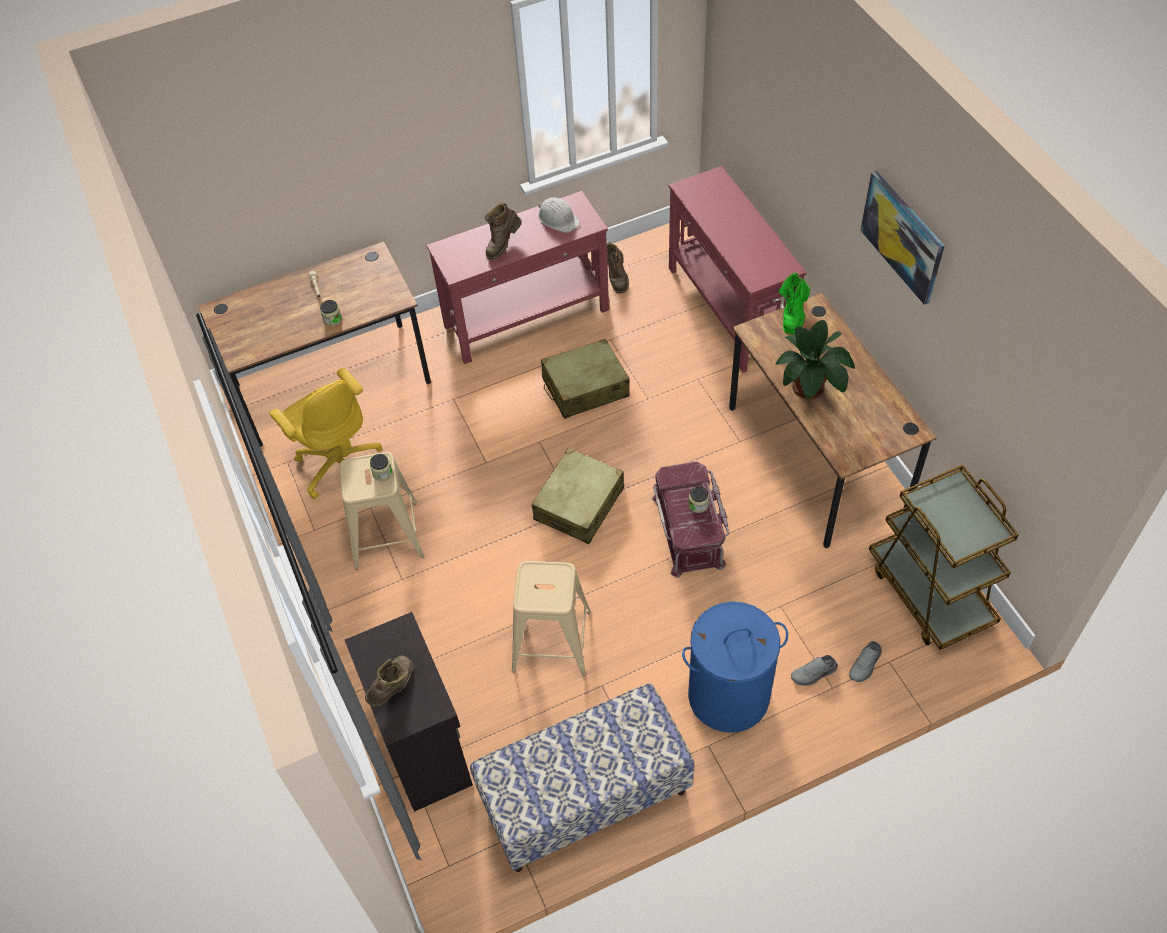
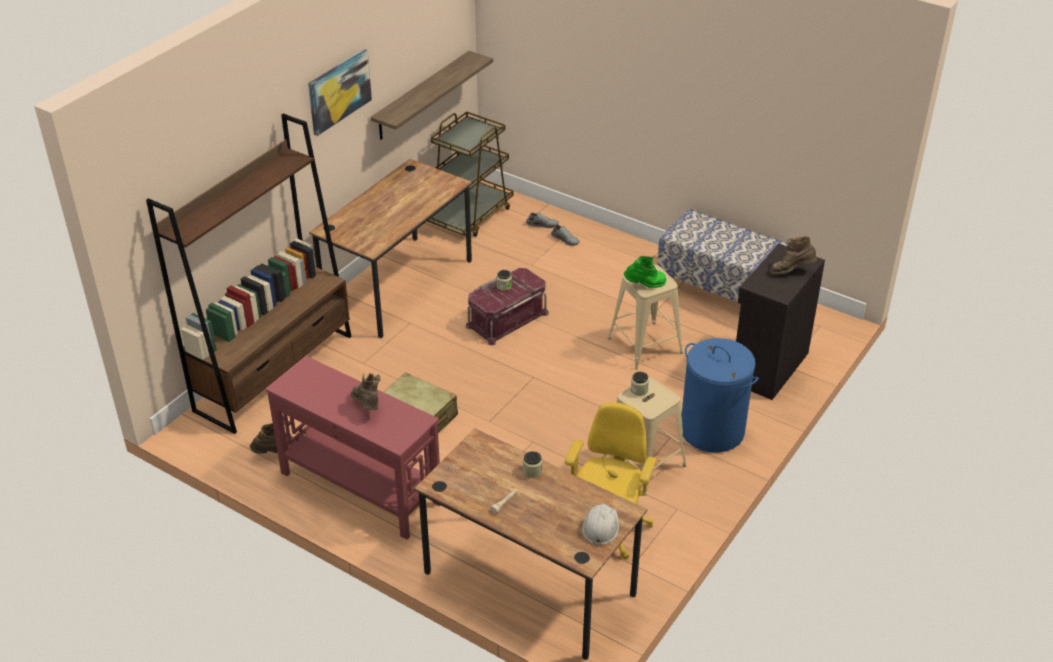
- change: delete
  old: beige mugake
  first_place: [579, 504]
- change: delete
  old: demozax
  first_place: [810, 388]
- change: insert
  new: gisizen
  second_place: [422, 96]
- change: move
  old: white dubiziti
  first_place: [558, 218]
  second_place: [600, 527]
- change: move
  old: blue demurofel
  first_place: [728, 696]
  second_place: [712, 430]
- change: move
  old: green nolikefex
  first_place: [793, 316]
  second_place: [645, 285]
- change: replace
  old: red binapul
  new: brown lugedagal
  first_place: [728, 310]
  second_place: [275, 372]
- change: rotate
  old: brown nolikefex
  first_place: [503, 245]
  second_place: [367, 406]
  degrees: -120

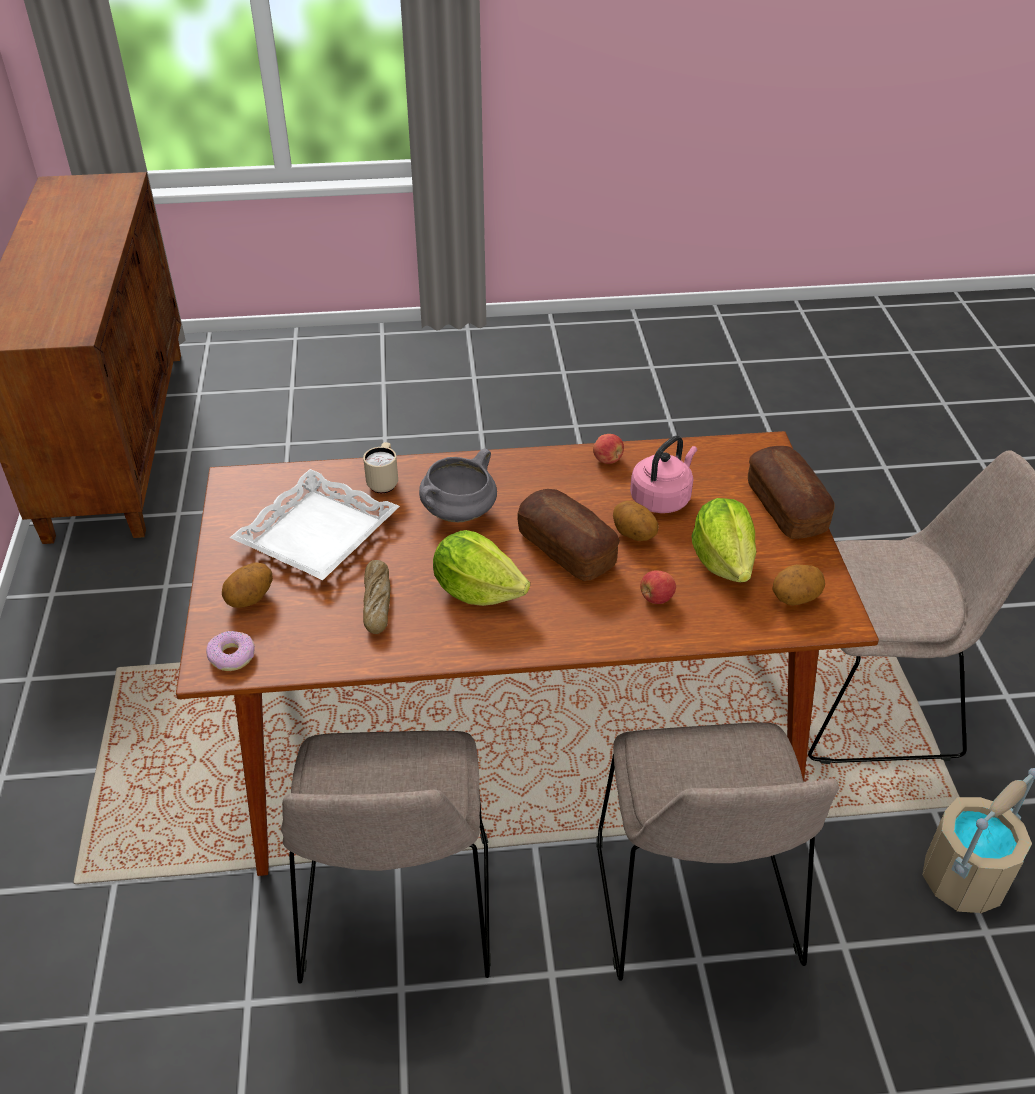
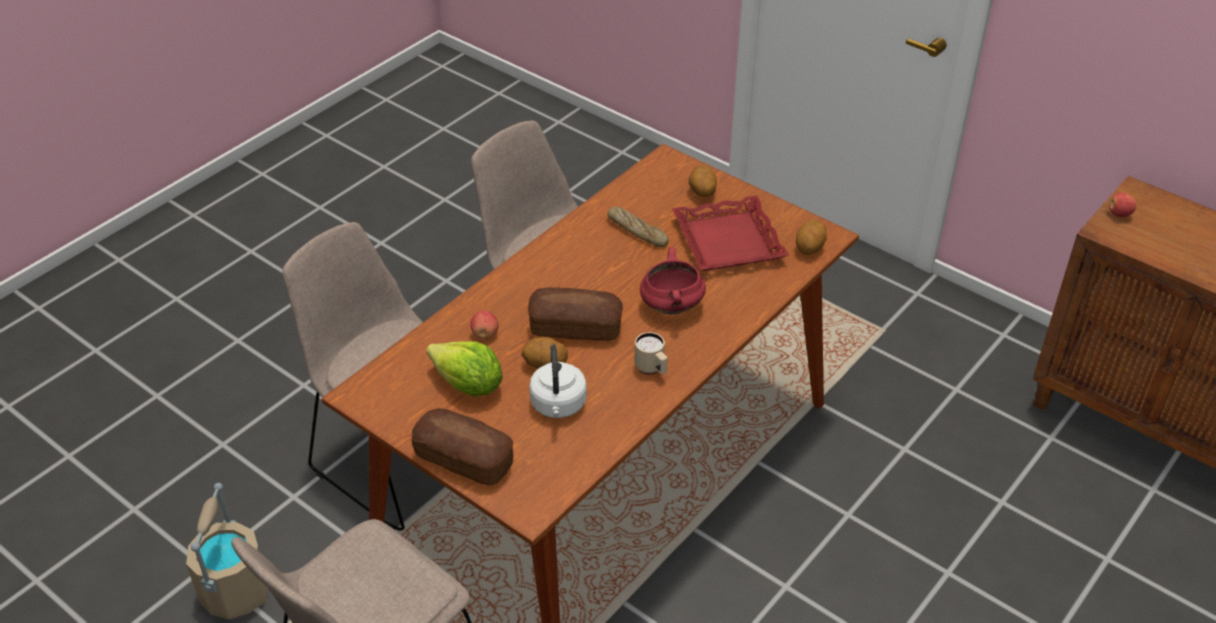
- change: delete
  old: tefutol
  first_place: [232, 656]
- change: delete
  old: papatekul
  first_place: [477, 590]
- change: move
  old: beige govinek
  first_place: [384, 482]
  second_place: [652, 369]
- change: move
  old: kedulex
  first_place: [607, 459]
  second_place: [1119, 214]
- change: move
  old: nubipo
  first_place: [795, 598]
  second_place: [810, 248]
- change: recolor
  old: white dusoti
  new: red dusoti
  first_place: [318, 534]
  second_place: [727, 241]
- change: recolor
  old: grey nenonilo
  new: red nenonilo
  first_place: [458, 514]
  second_place: [670, 305]
- change: recolor
  old: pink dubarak
  new: white dubarak
  first_place: [662, 498]
  second_place: [558, 406]

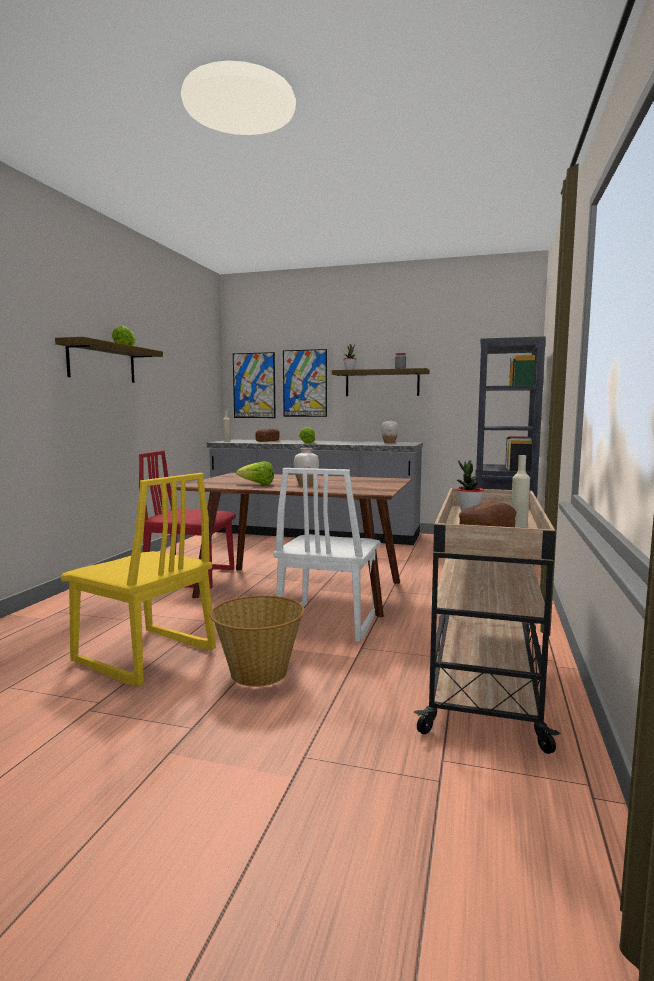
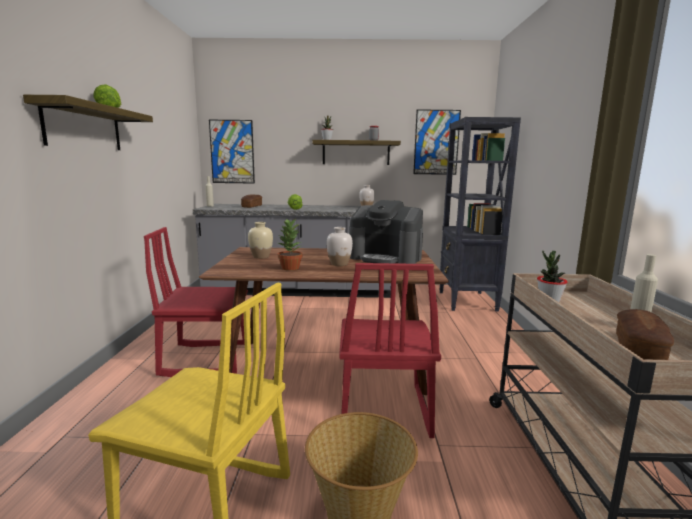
- change: insert
  new: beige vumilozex
  second_place: [261, 257]
- change: insert
  new: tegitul
  second_place: [386, 257]
- change: move
  old: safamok
  first_place: [305, 383]
  second_place: [436, 142]
- change: replace
  old: papatekul
  new: demozax
  first_place: [257, 484]
  second_place: [290, 268]
- change: recolor
  old: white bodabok
  new: red bodabok
  first_place: [327, 622]
  second_place: [382, 410]

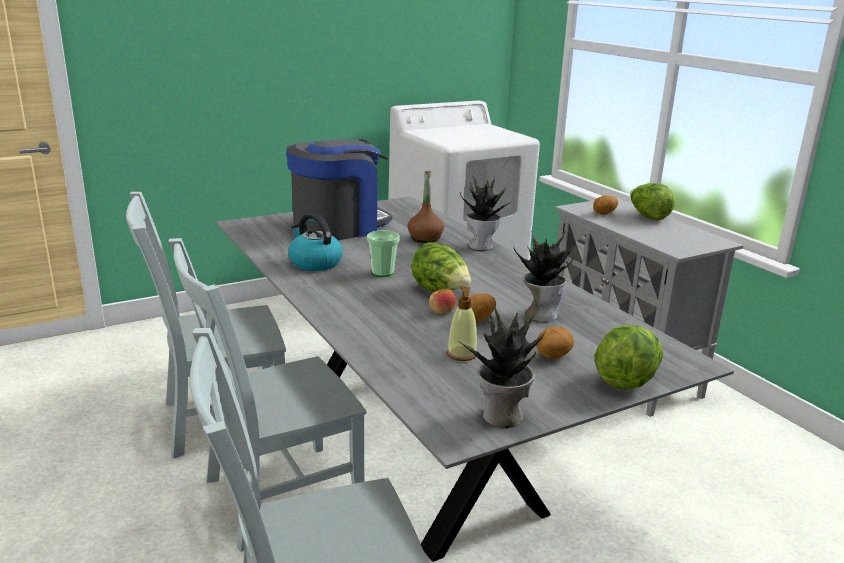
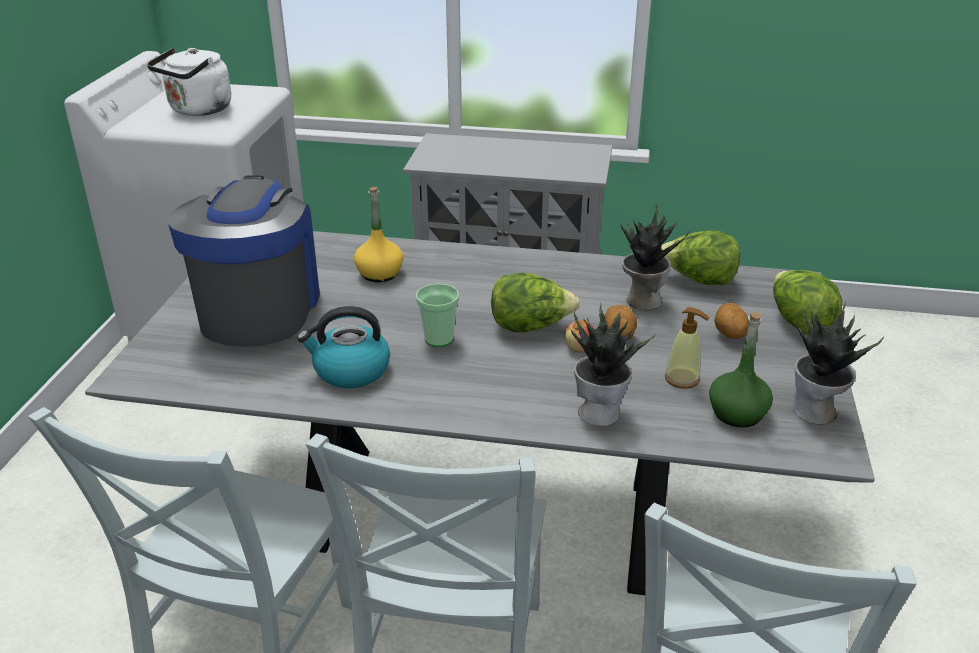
- change: delete
  old: nubipo
  first_place: [604, 214]
- change: insert
  new: white dubarak
  second_place: [198, 110]
- change: insert
  new: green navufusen
  second_place: [737, 413]
- change: move
  old: demozax
  first_place: [482, 246]
  second_place: [600, 412]
- change: move
  old: papatekul
  first_place: [647, 217]
  second_place: [698, 280]
- change: recolor
  old: brown navufusen
  new: yellow navufusen
  first_place: [425, 238]
  second_place: [379, 273]

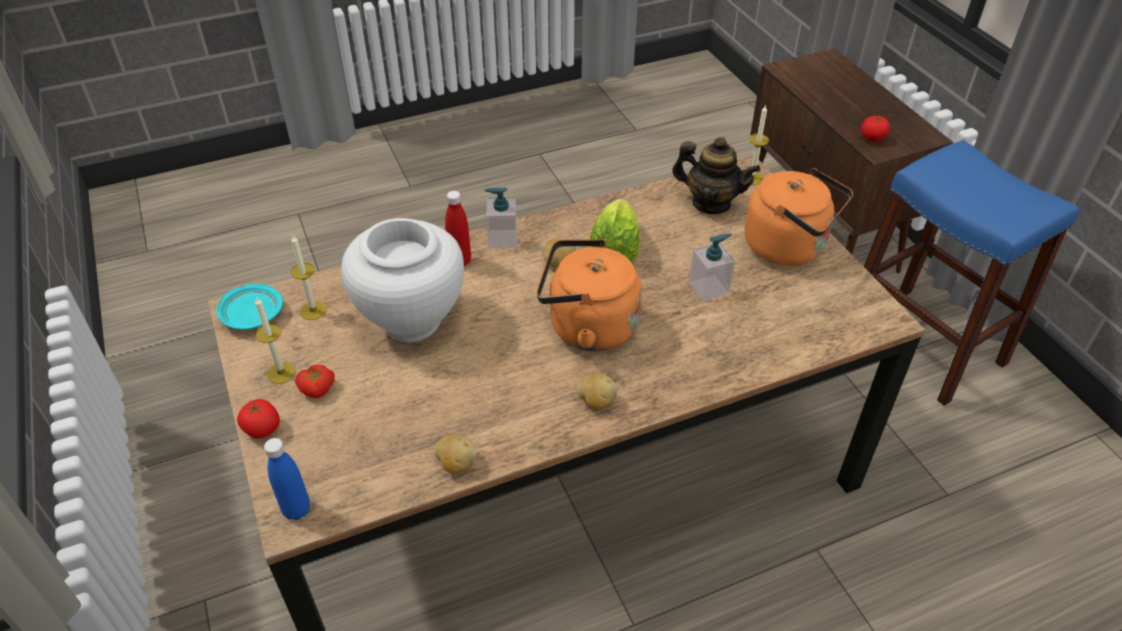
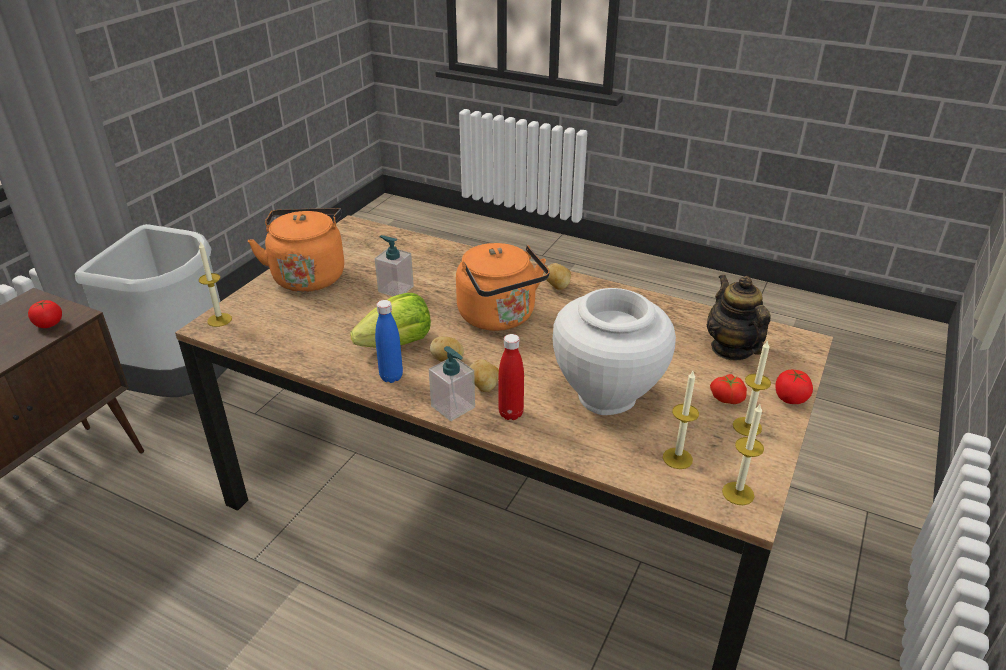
- change: move
  old: blue navufusen
  first_place: [297, 510]
  second_place: [391, 377]
- change: move
  old: nubipo
  first_place: [456, 464]
  second_place: [484, 387]
- change: move
  old: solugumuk
  first_place: [711, 203]
  second_place: [732, 349]
- change: replace
  old: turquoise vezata
  new: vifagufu
  first_place: [251, 315]
  second_place: [738, 493]
- change: replace
  old: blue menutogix
  new: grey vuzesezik
  first_place: [923, 344]
  second_place: [187, 388]

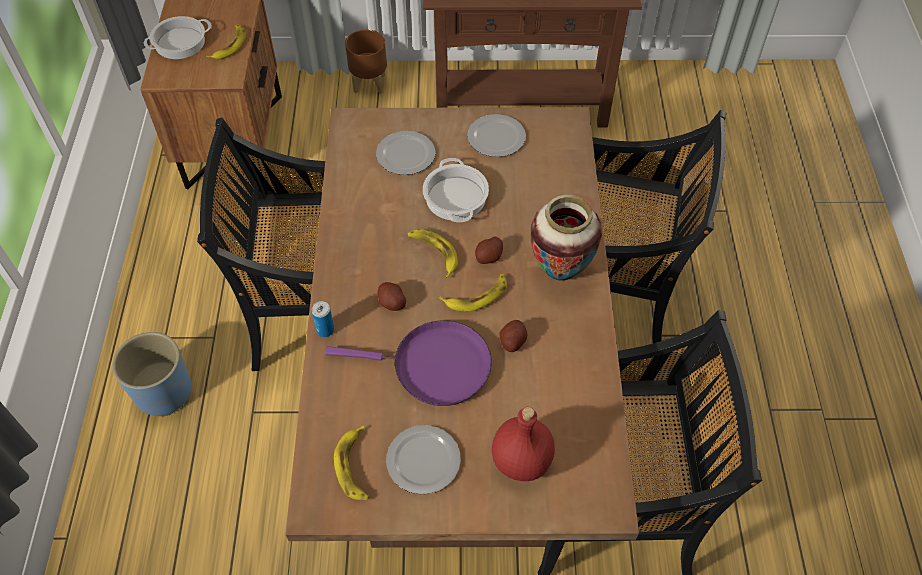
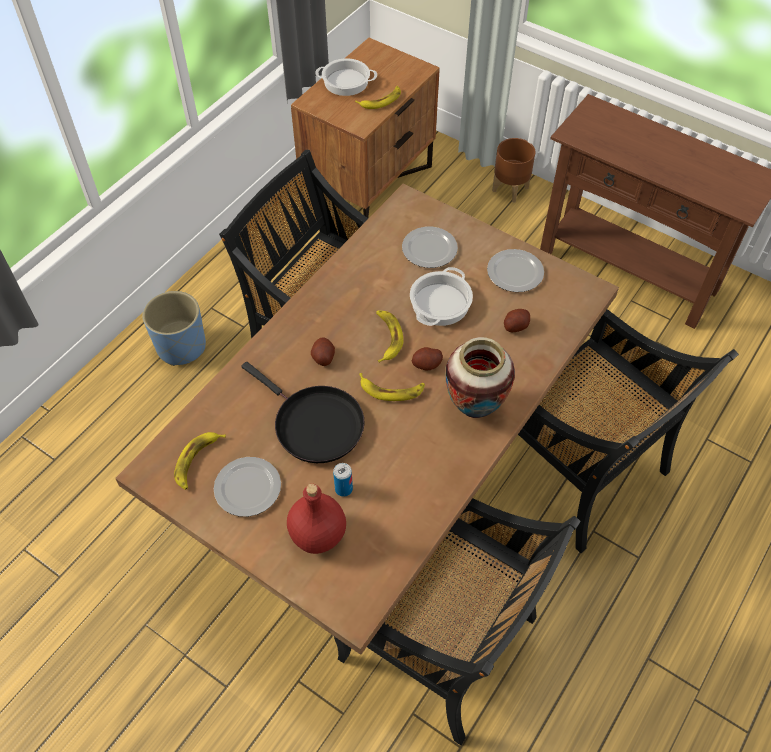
- change: move
  old: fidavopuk
  first_place: [325, 330]
  second_place: [343, 489]
- change: move
  old: nubipo
  first_place: [512, 341]
  second_place: [515, 326]
- change: recolor
  old: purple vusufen
  new: black vusufen
  first_place: [435, 366]
  second_place: [314, 424]

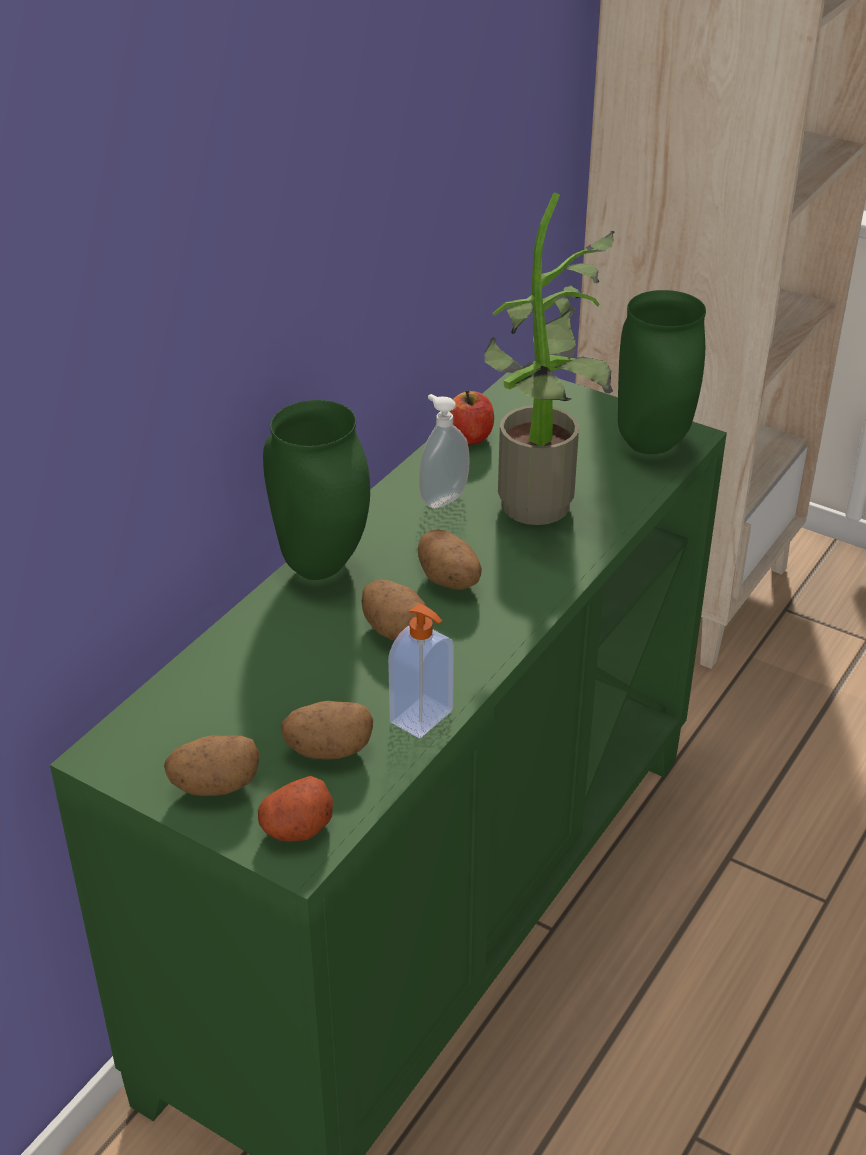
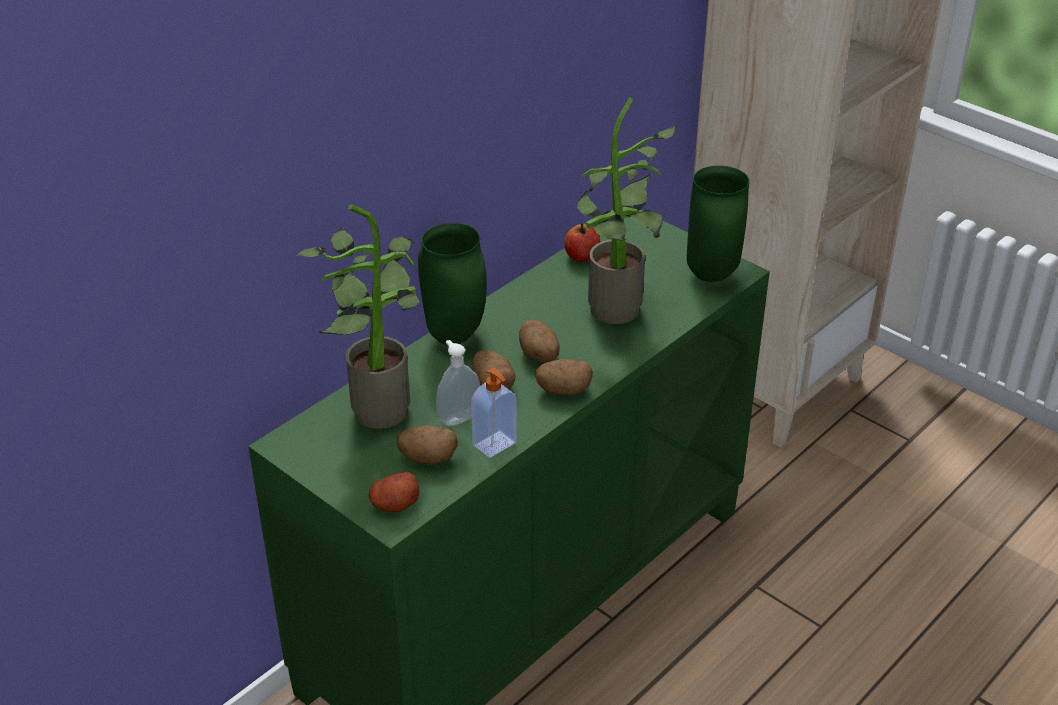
- change: insert
  new: demozax
  second_place: [378, 405]
- change: move
  old: nubipo
  first_place: [214, 785]
  second_place: [563, 390]
- change: move
  old: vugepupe
  first_place: [442, 498]
  second_place: [458, 417]

